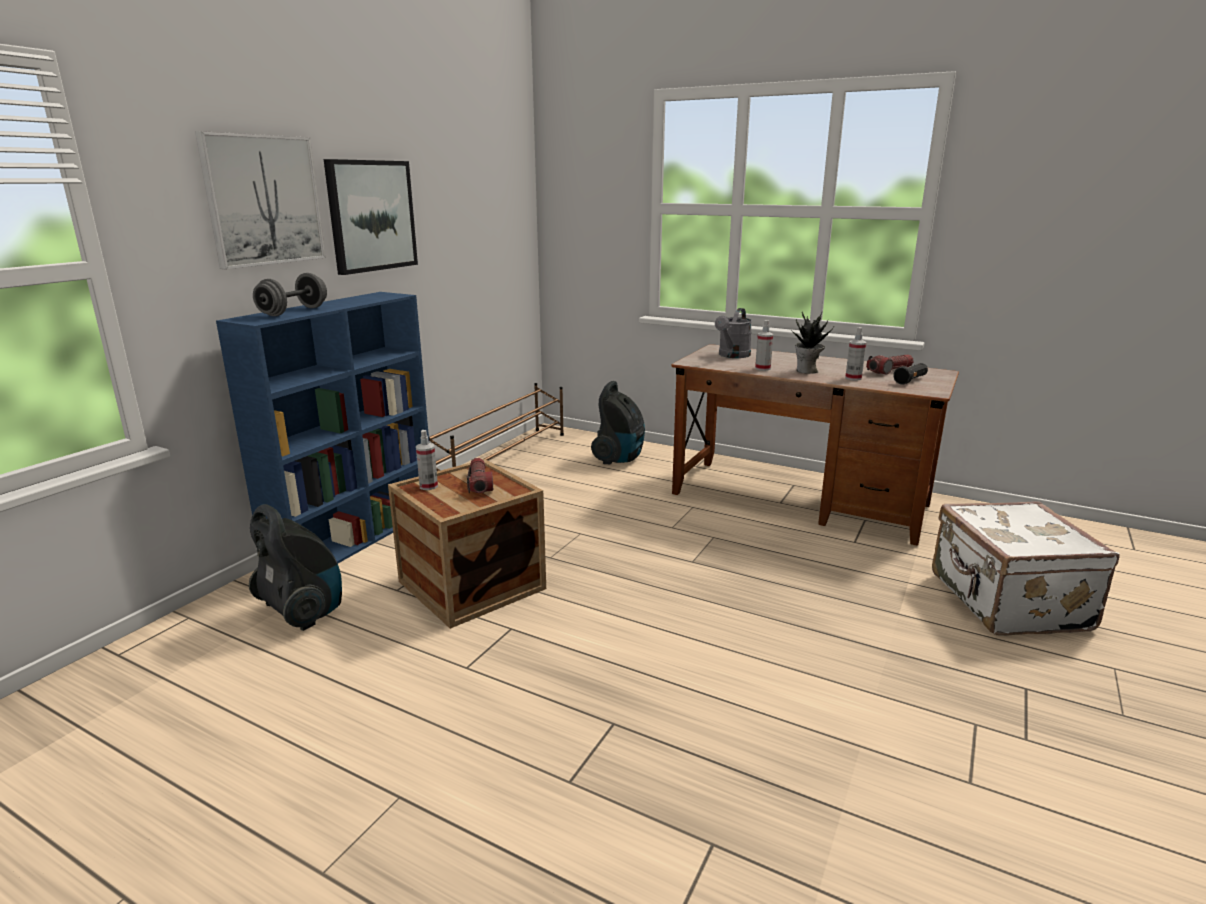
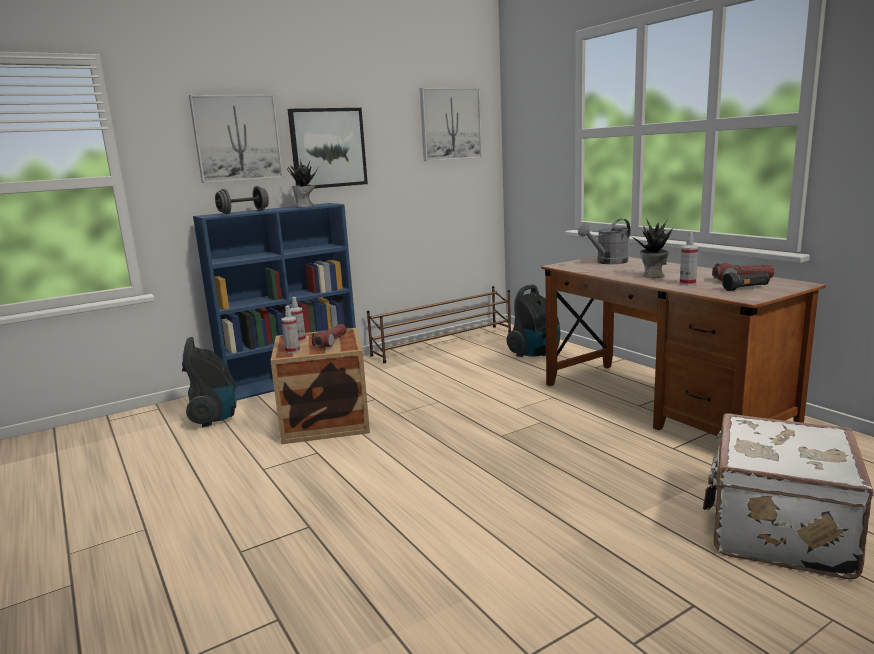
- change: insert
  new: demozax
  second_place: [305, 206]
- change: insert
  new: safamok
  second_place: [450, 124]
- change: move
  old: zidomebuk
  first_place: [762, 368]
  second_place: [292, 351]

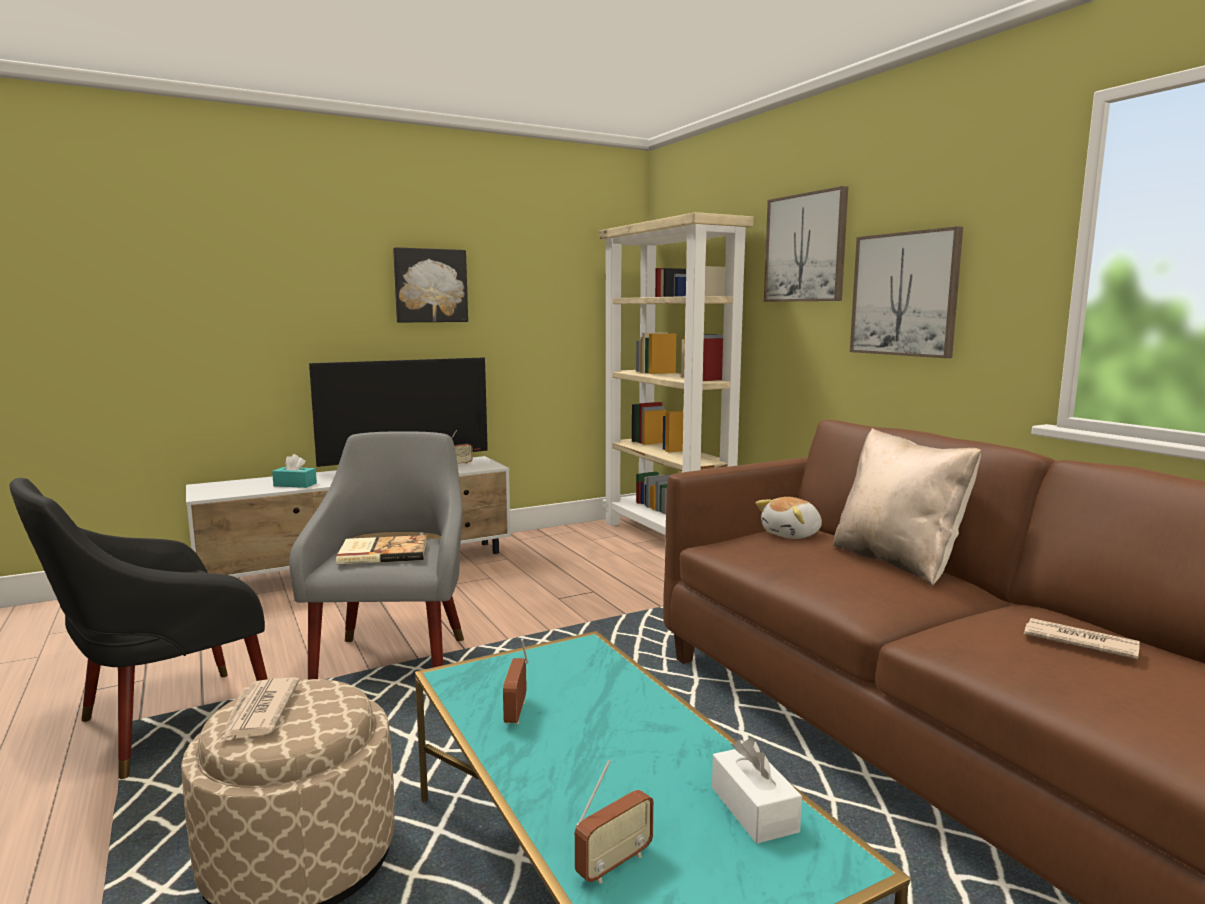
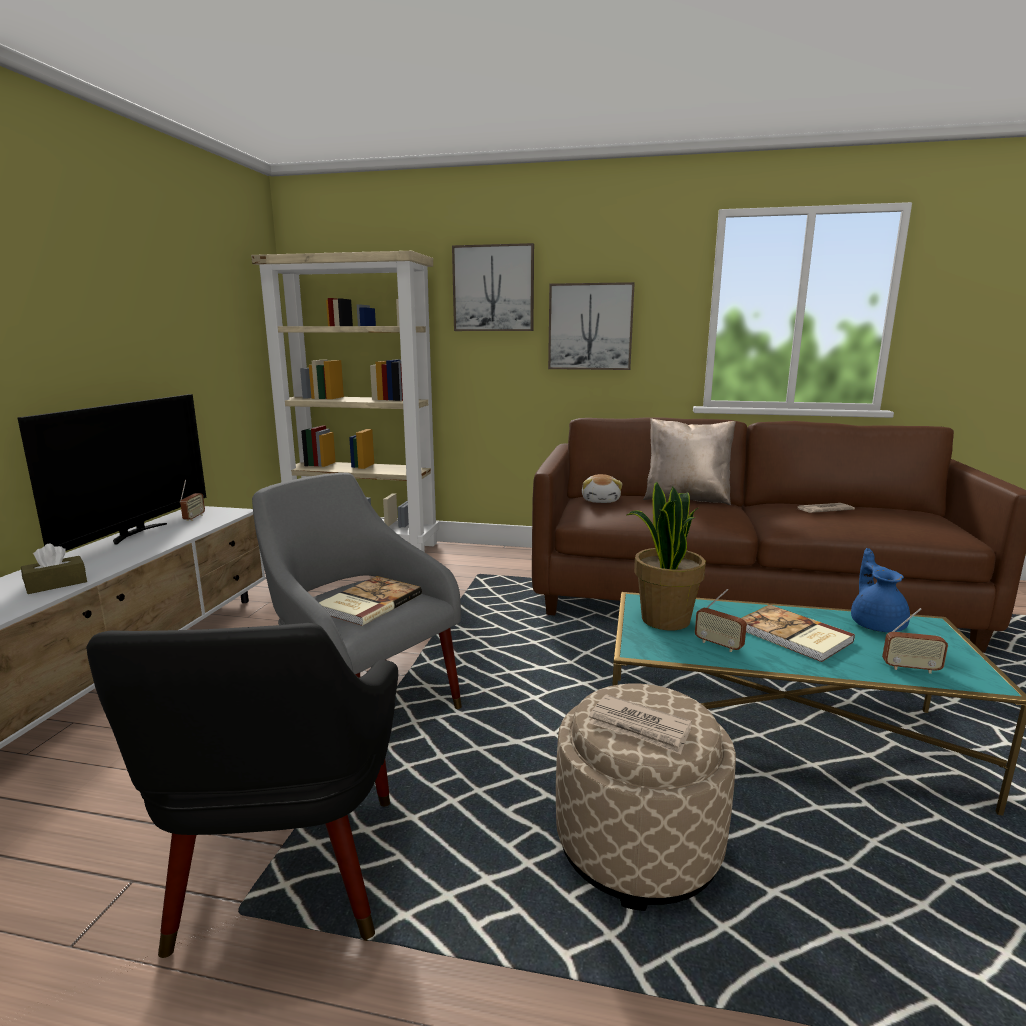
- change: delete
  old: safamok
  first_place: [430, 285]
- change: insert
  new: demozax
  second_place: [664, 620]
- change: insert
  new: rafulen
  second_place: [793, 636]
- change: replace
  old: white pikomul
  new: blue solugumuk
  first_place: [754, 809]
  second_place: [876, 624]
- change: recolor
  old: turquoise pikomul
  new: brown pikomul
  first_place: [295, 484]
  second_place: [56, 584]
- change: rotate
  old: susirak
  first_place: [614, 864]
  second_place: [910, 668]
  degrees: 105

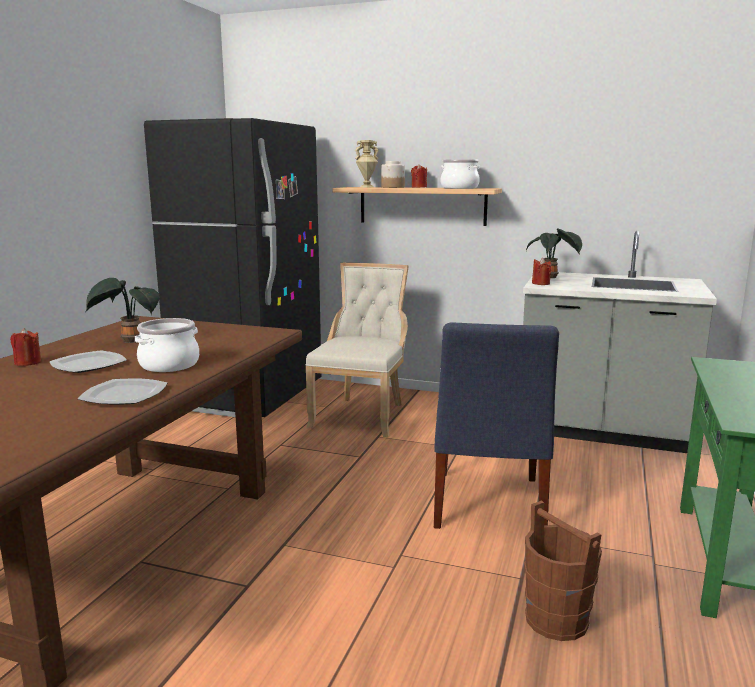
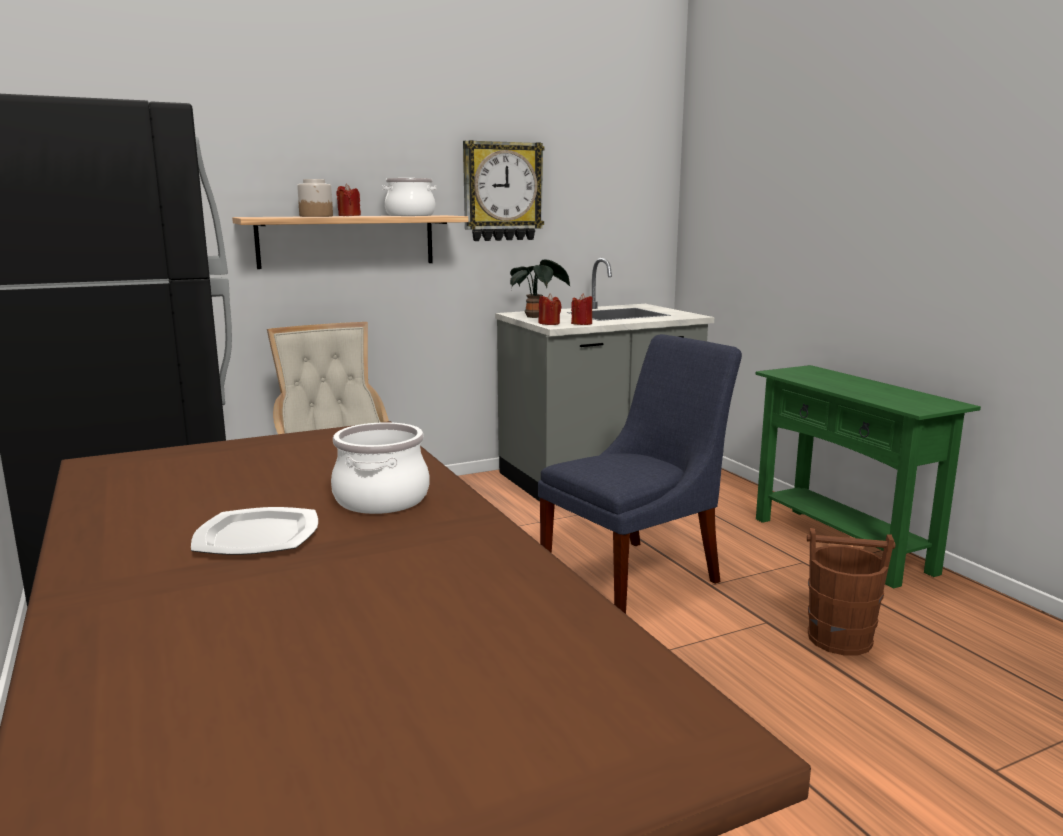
- change: delete
  old: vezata
  first_place: [123, 395]
- change: delete
  old: demozax
  first_place: [129, 342]
- change: delete
  old: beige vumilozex
  first_place: [366, 187]
- change: insert
  new: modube
  second_place: [502, 191]
- change: move
  old: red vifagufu
  first_place: [28, 362]
  second_place: [582, 324]
- change: rotate
  old: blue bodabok
  first_place: [487, 505]
  second_place: [636, 576]
  degrees: -90

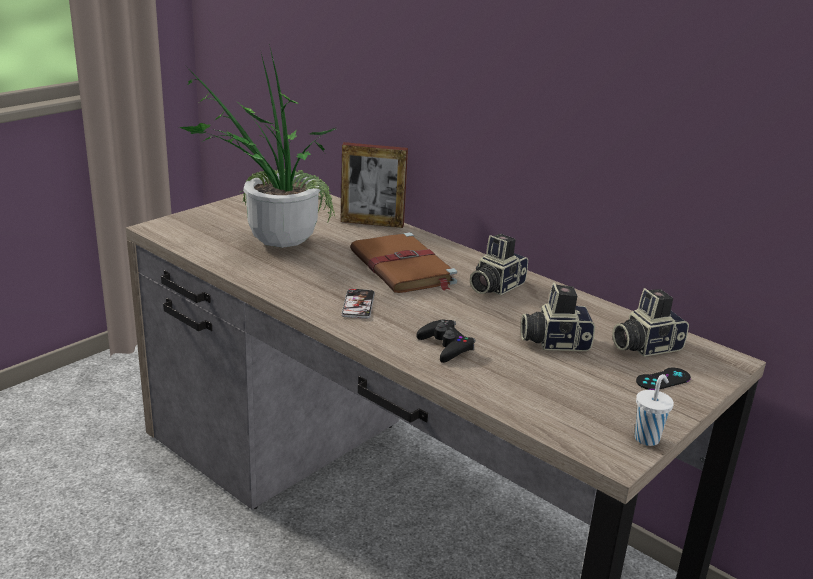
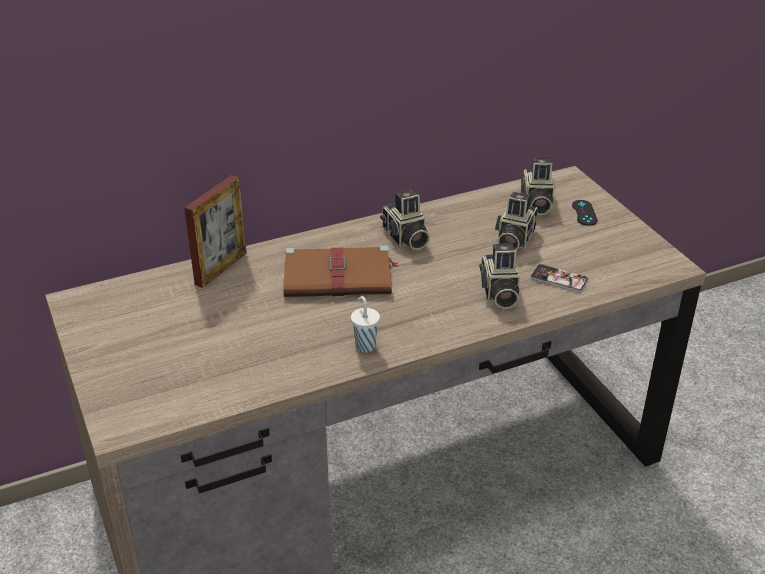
- change: delete
  old: demozax
  first_place: [269, 240]
- change: move
  old: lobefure
  first_place: [358, 304]
  second_place: [558, 279]
- change: move
  old: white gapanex
  first_place: [647, 438]
  second_place: [365, 345]
- change: replace
  old: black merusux
  new: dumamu
  first_place: [445, 346]
  second_place: [498, 293]

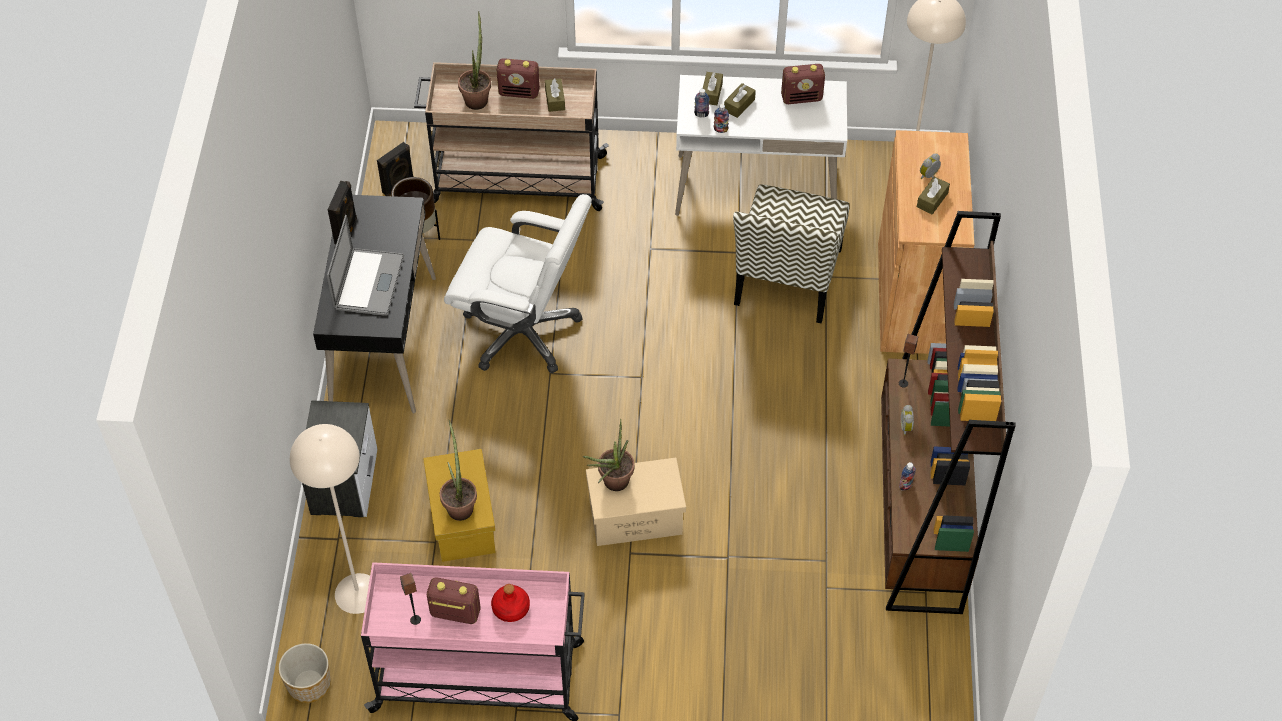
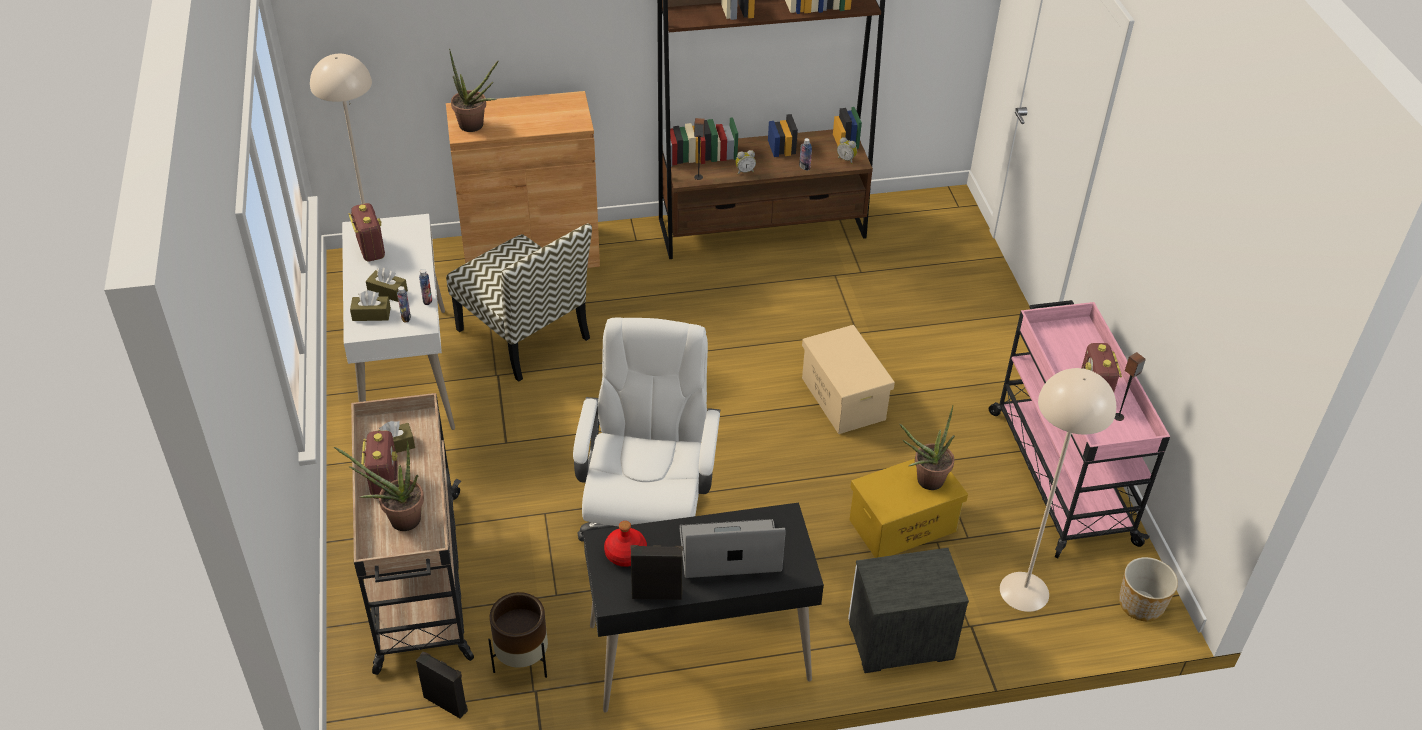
- change: delete
  old: brown pikomul
  first_place: [932, 200]
- change: move
  old: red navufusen
  first_place: [511, 608]
  second_place: [625, 553]
- change: move
  old: demozax
  first_place: [612, 484]
  second_place: [475, 127]
- change: move
  old: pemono
  first_place: [929, 176]
  second_place: [846, 159]
- change: rotate
  old: bodabok
  first_place: [788, 278]
  second_place: [525, 335]
  degrees: 45

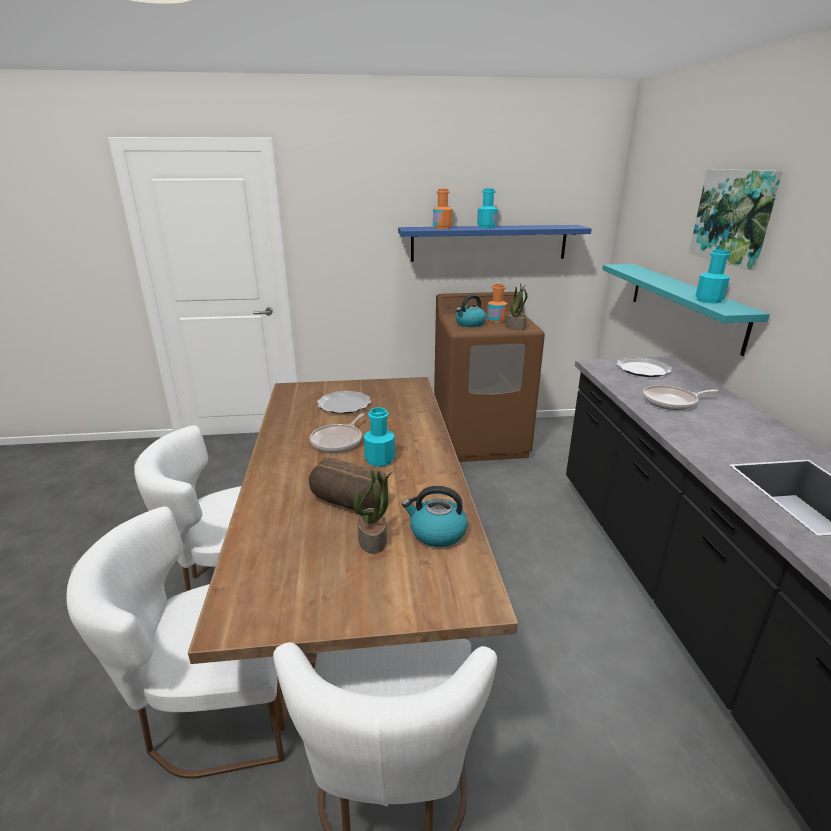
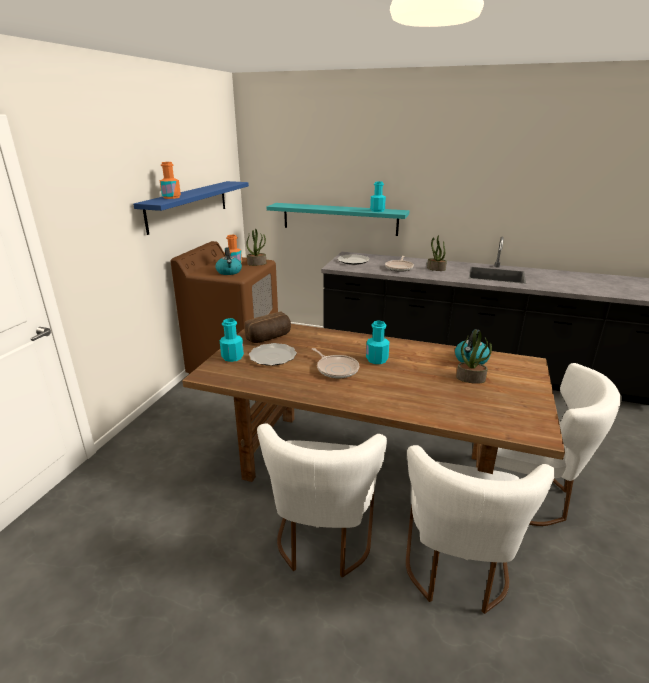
- change: delete
  old: safamok
  first_place: [734, 216]
- change: insert
  new: demozax
  second_place: [435, 269]
- change: move
  old: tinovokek
  first_place: [347, 502]
  second_place: [269, 338]
- change: move
  old: turquoise navufusen
  first_place: [486, 227]
  second_place: [232, 357]

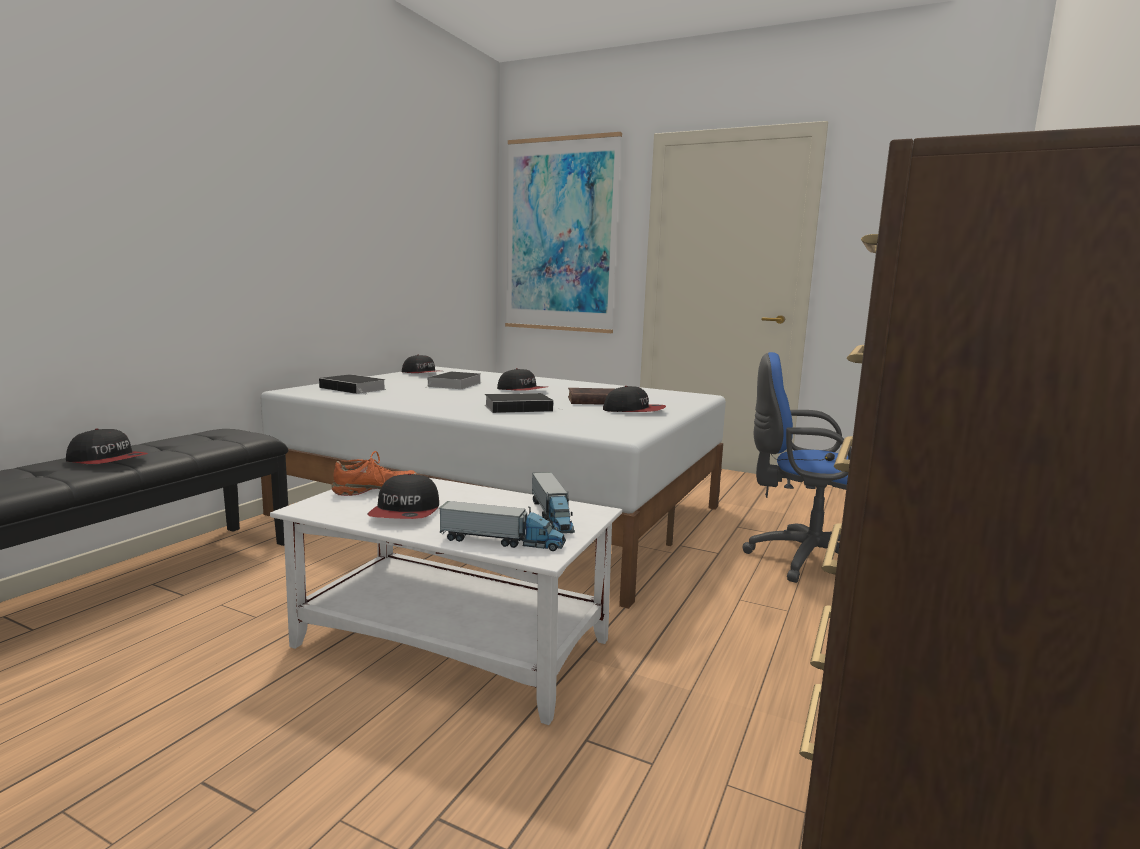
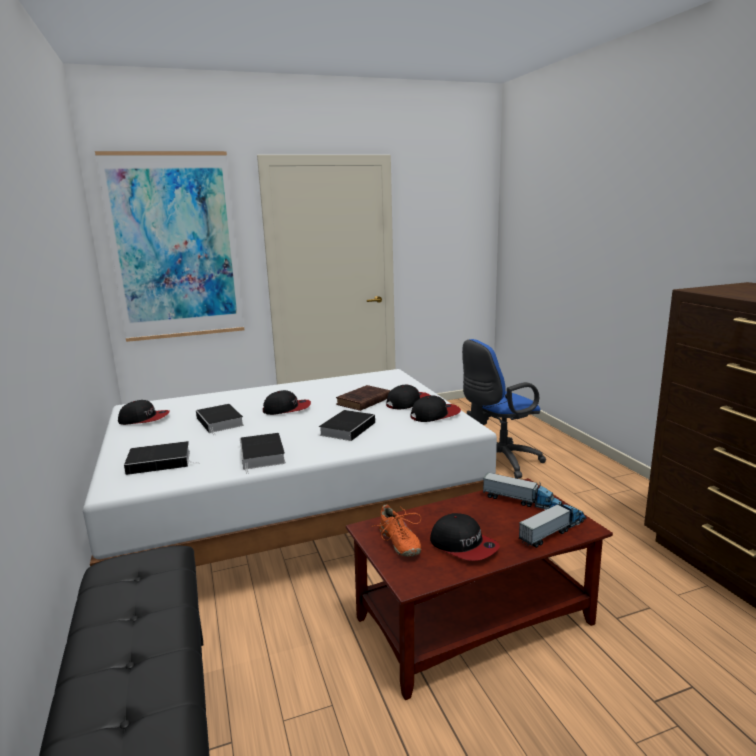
- change: insert
  new: rafulen
  second_place: [262, 455]
- change: move
  old: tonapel
  first_place: [107, 460]
  second_place: [435, 415]
- change: recolor
  old: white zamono
  new: brown zamono
  first_place: [455, 643]
  second_place: [475, 620]
- change: rotate
  old: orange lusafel
  first_place: [375, 490]
  second_place: [399, 542]
  degrees: 135

